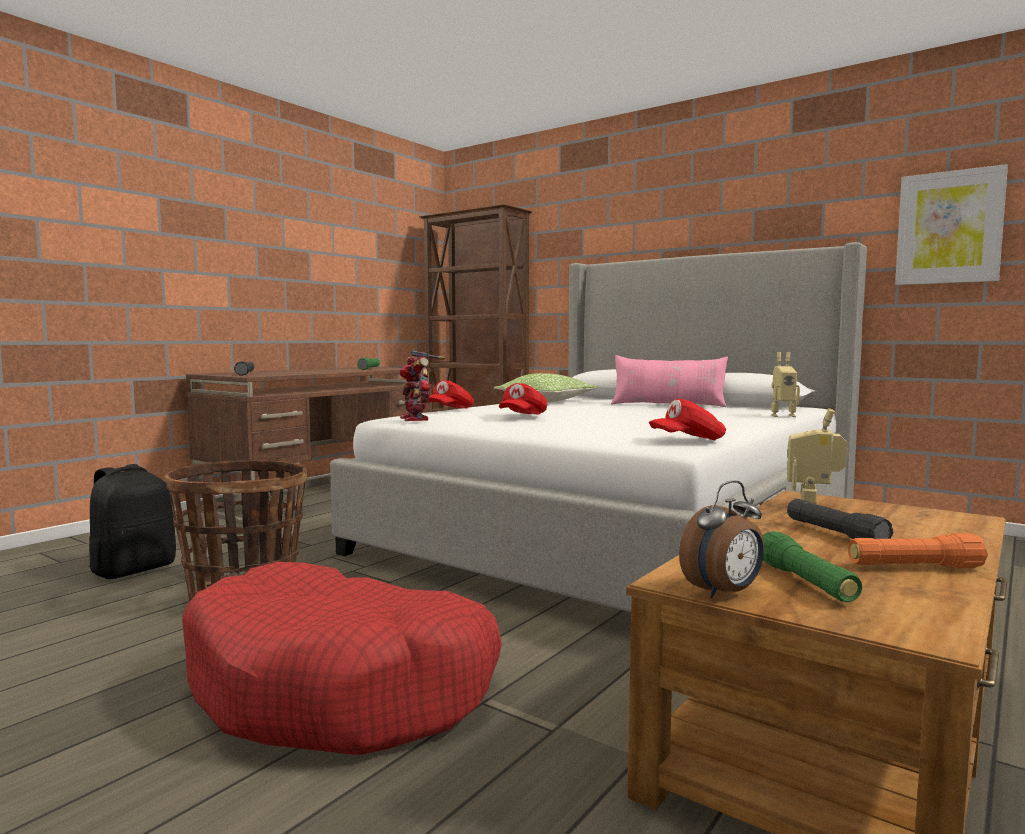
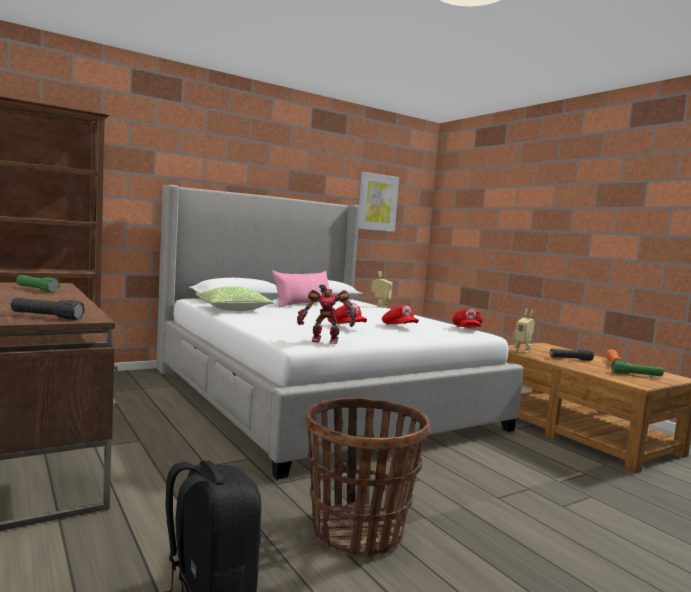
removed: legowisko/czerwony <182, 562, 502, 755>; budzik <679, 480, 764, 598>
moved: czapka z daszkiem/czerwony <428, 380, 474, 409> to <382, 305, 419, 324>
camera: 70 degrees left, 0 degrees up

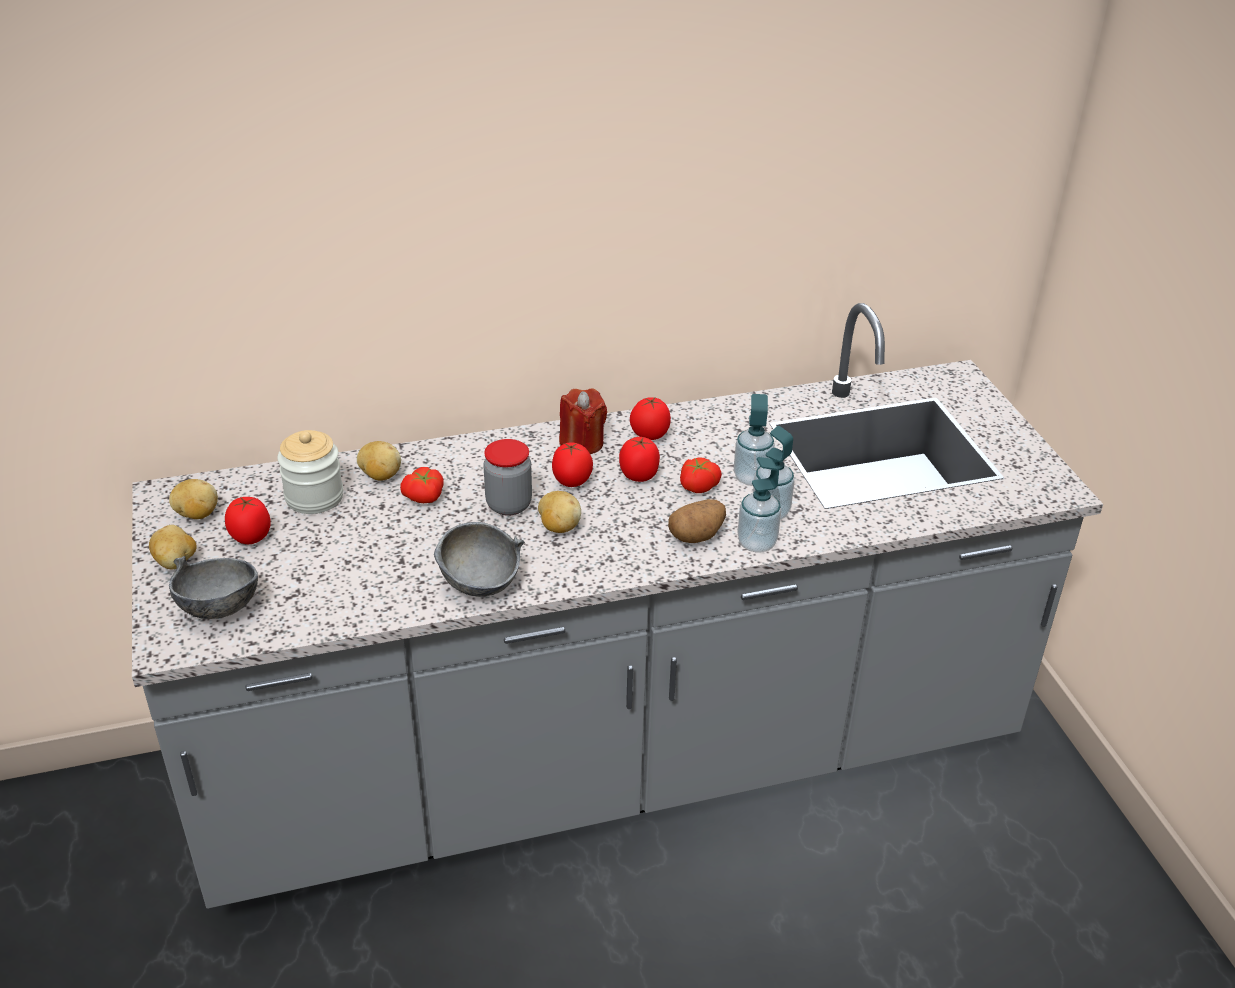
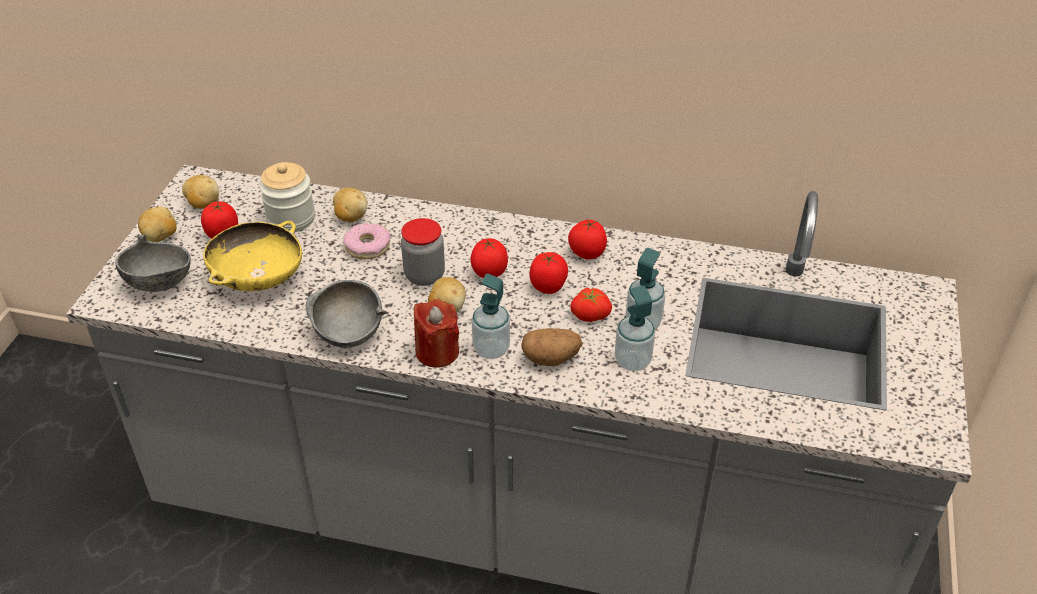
added: miska/żółty <203, 221, 302, 291>
moved: świeca/czerwony <559, 388, 607, 454> to <414, 299, 459, 368>; dozownik mydła <737, 457, 781, 552> to <472, 273, 510, 359>
replaced: pomidor <400, 467, 443, 503> to donut <343, 223, 390, 259>
camera: 30 degrees right, 5 degrees up

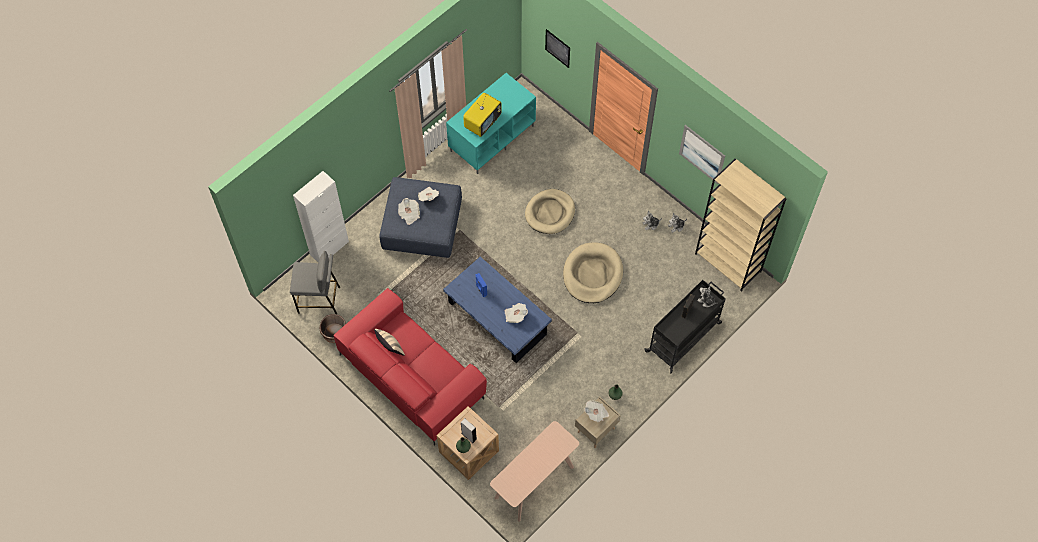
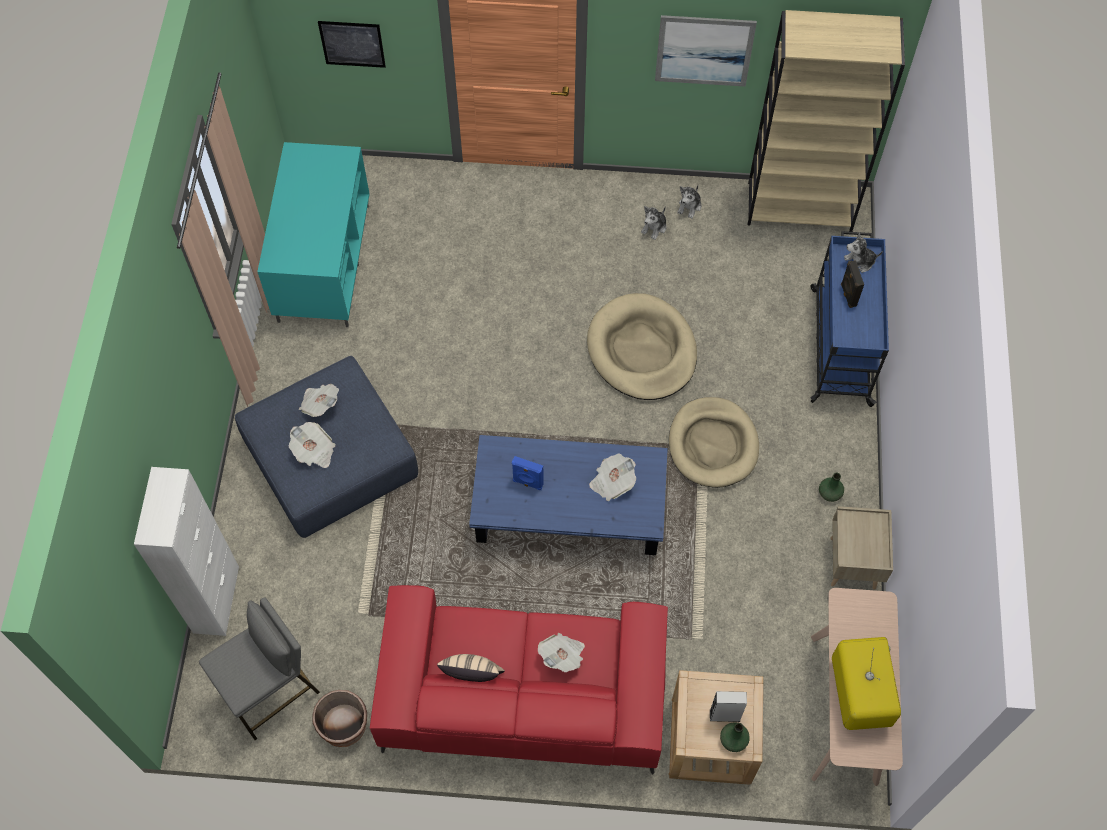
moved: telewizor <463, 93, 502, 137> to <832, 637, 901, 730>; legowisko/beżowy <525, 189, 575, 234> to <669, 397, 759, 488>; gazeta <584, 400, 609, 422> to <538, 633, 585, 672>
recoloured: wózek/czarny <644, 280, 726, 374> to wózek/niebieski <810, 231, 889, 407>
camera: 40 degrees left, 0 degrees up

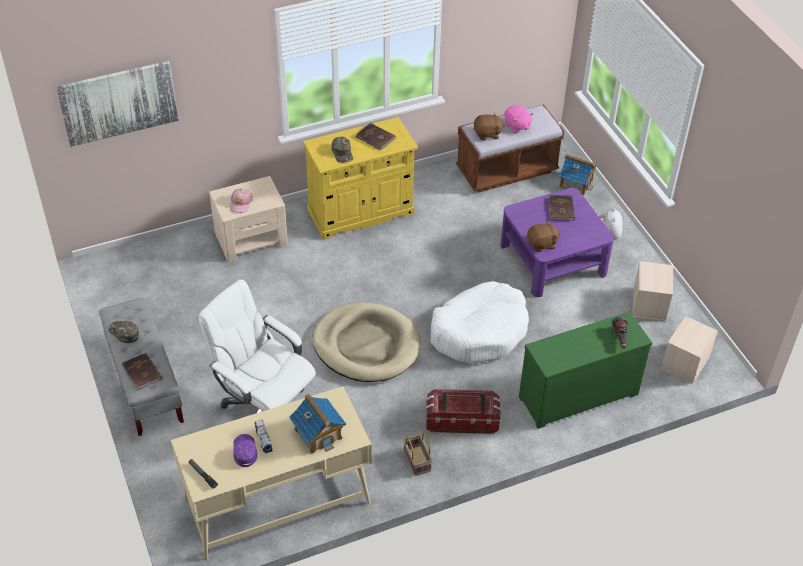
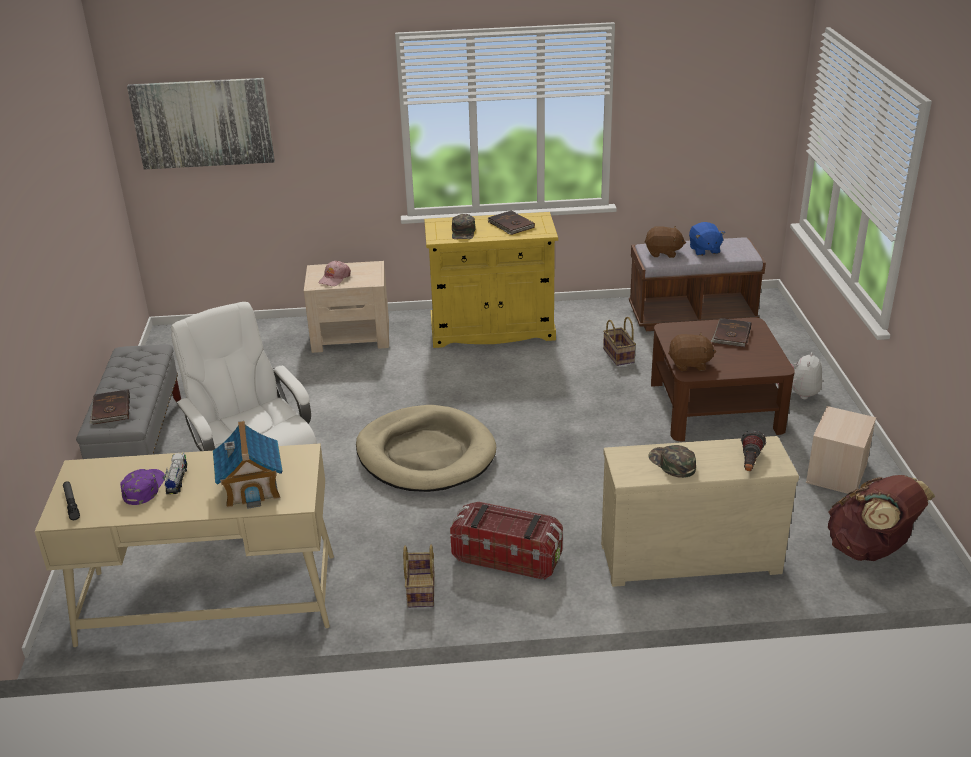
removed: legowisko/biały <431, 281, 529, 363>; domek <559, 154, 597, 195>
added: koszyk <603, 317, 636, 366>
moved: czapka z daszkiem/zielony <108, 321, 139, 343> to <649, 445, 696, 478>
replaced: pojemnik do przechowywania/beżowy <661, 316, 718, 384> to plecak/brązowy <828, 475, 935, 561>
recoloured: ława/fioletowy <500, 188, 614, 297> to ława/brązowy <651, 317, 795, 441>; pluszak/różowy <504, 105, 533, 133> to pluszak/niebieski <689, 222, 725, 256>; komoda/zielony <519, 312, 652, 429> to komoda/beżowy <601, 436, 799, 587>
camera: 20 degrees right, 15 degrees down

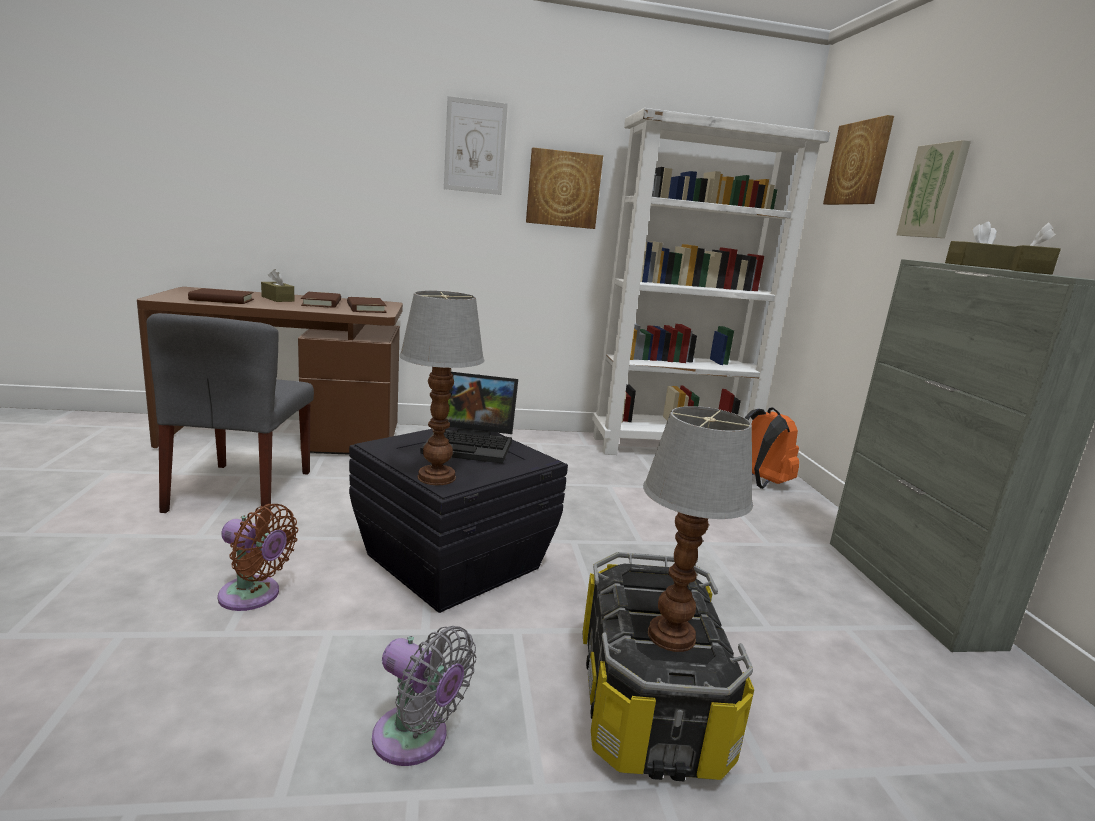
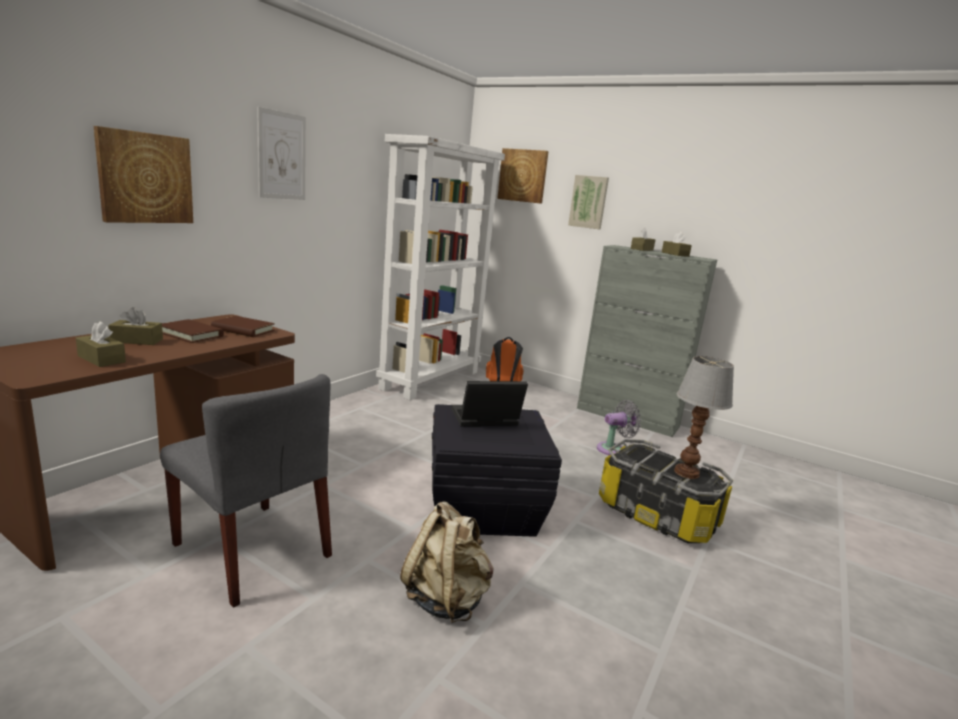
removed: lampa stołowa <399, 291, 484, 485>
moved: wentylator/szary <372, 626, 476, 766> to <597, 400, 641, 455>; obraz <526, 147, 603, 229> to <94, 126, 193, 223>
replaced: książka/brązowy <188, 288, 254, 304> to pudełko chusteczek/brązowy <76, 321, 126, 367>; wentylator/brązowy <217, 504, 298, 611> to plecak/beżowy <400, 502, 493, 623>
turned: laptop <420, 372, 518, 464> = <451, 381, 528, 426> 150 degrees counterclockwise
camera: 50 degrees left, 0 degrees up

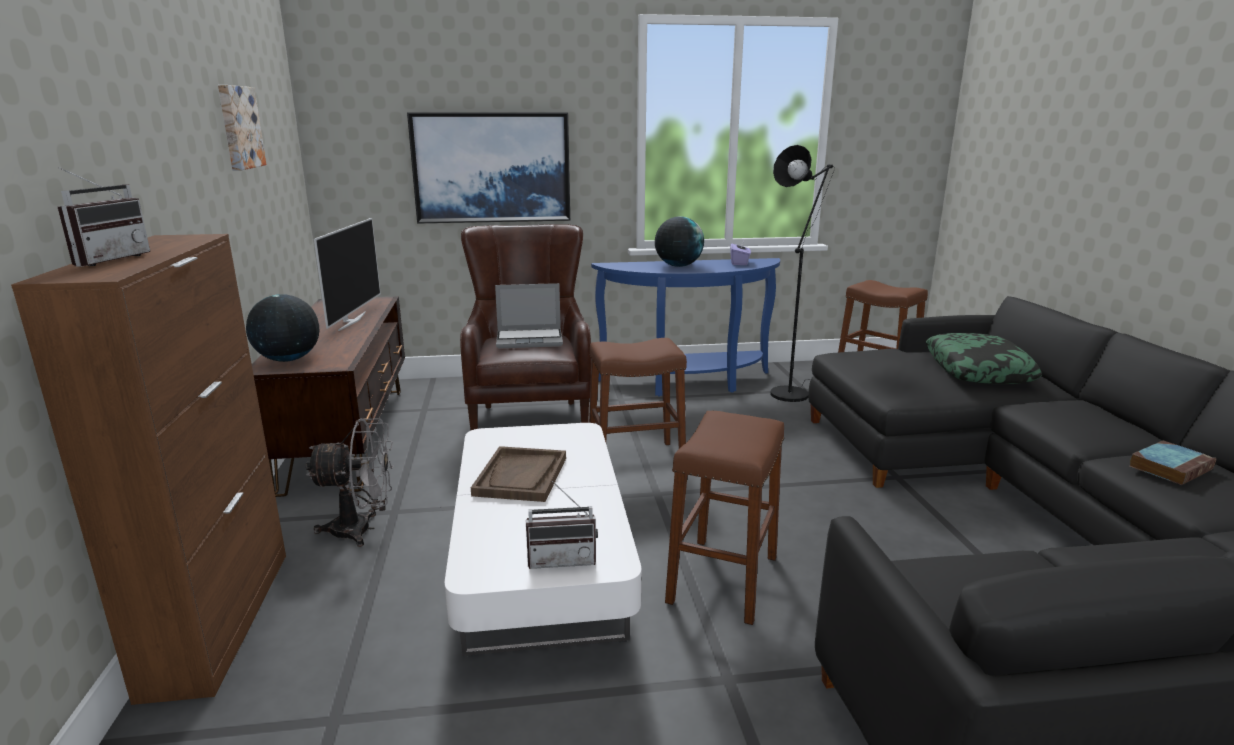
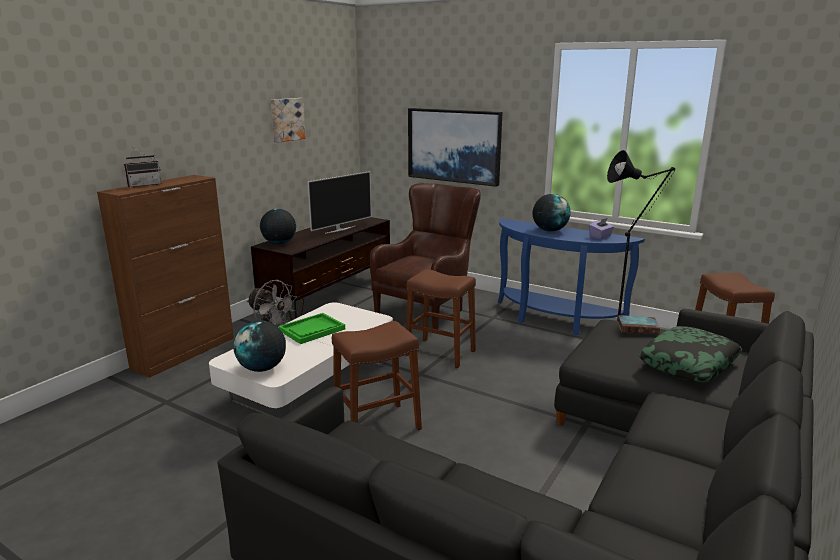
removed: laptop <495, 283, 563, 349>
moved: książka <1130, 441, 1216, 485> to <618, 315, 660, 335>
replaced: radio <526, 481, 598, 569> to globus <233, 320, 286, 372>
recoloured: taca/brązowy <471, 446, 566, 502> to taca/zielony <279, 313, 345, 344>
camera: 40 degrees right, 0 degrees up

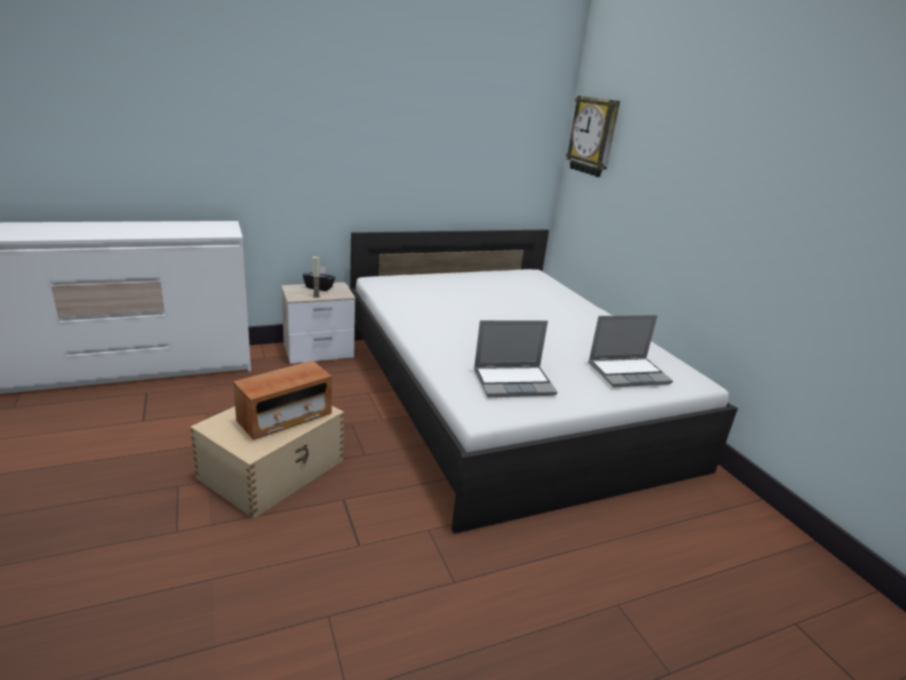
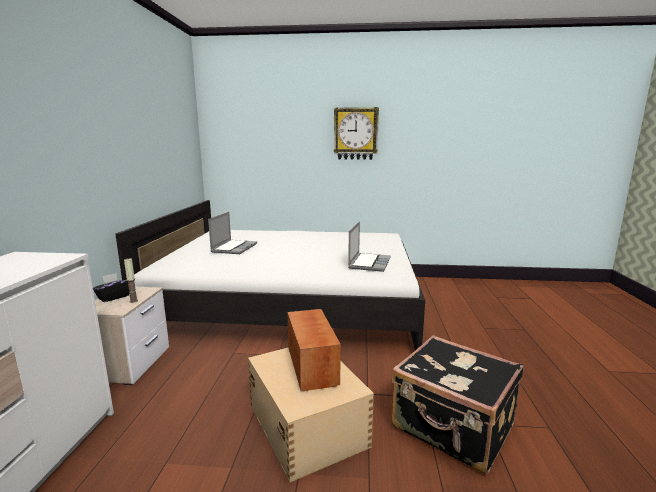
added: walizka/czarny <392, 335, 524, 475>
moved: zegar ścienny <566, 96, 620, 177> to <334, 107, 379, 160>; laptop <588, 315, 673, 387> to <208, 212, 257, 254>
camera: 60 degrees left, 10 degrees down

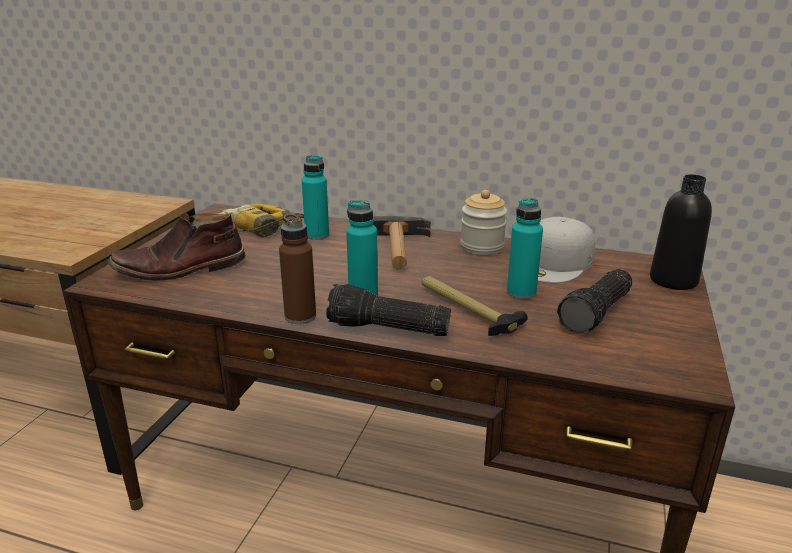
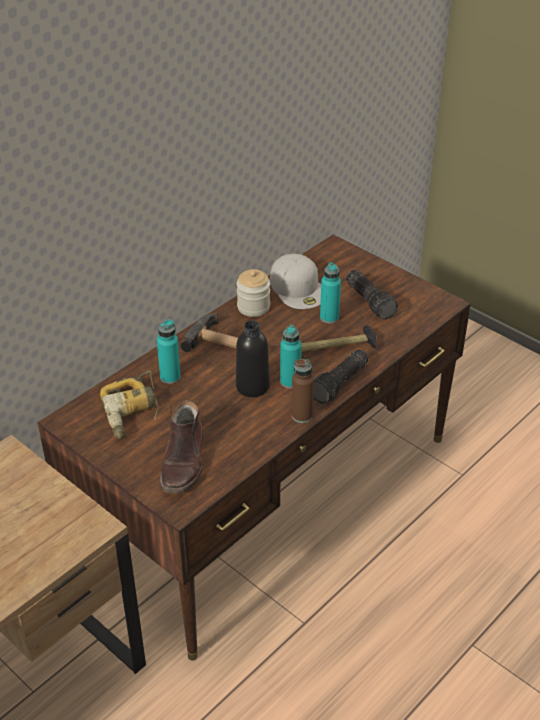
moved: butelka/czarny <650, 174, 712, 290> to <236, 321, 270, 397>
camera: 65 degrees left, 15 degrees up

